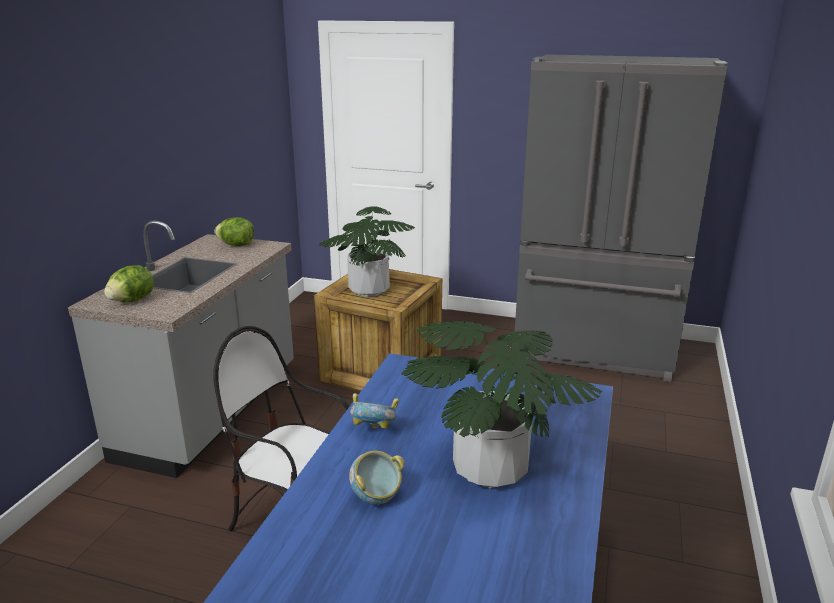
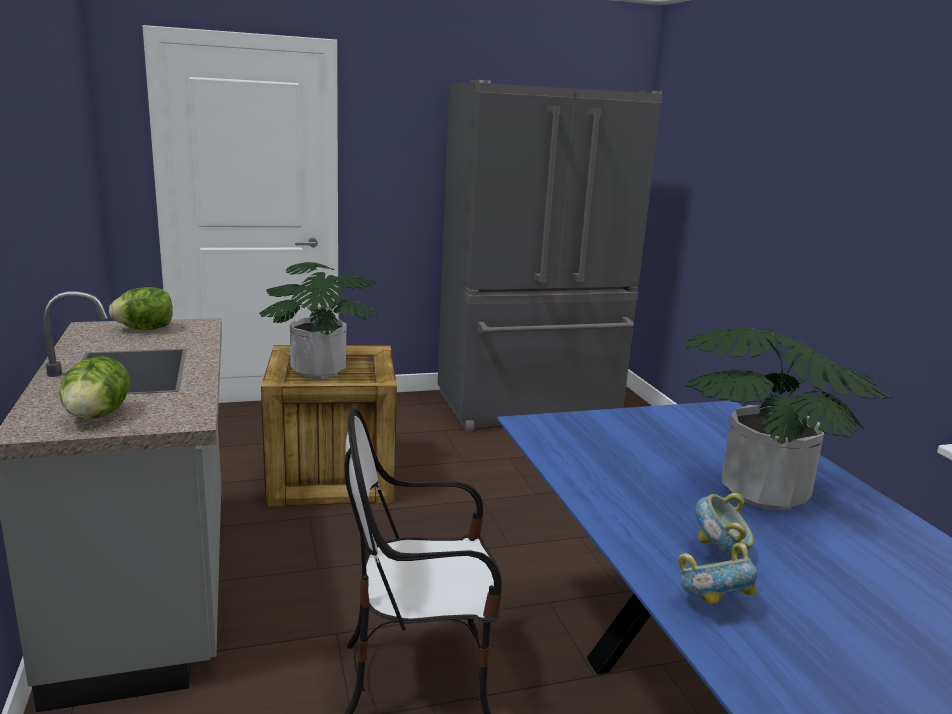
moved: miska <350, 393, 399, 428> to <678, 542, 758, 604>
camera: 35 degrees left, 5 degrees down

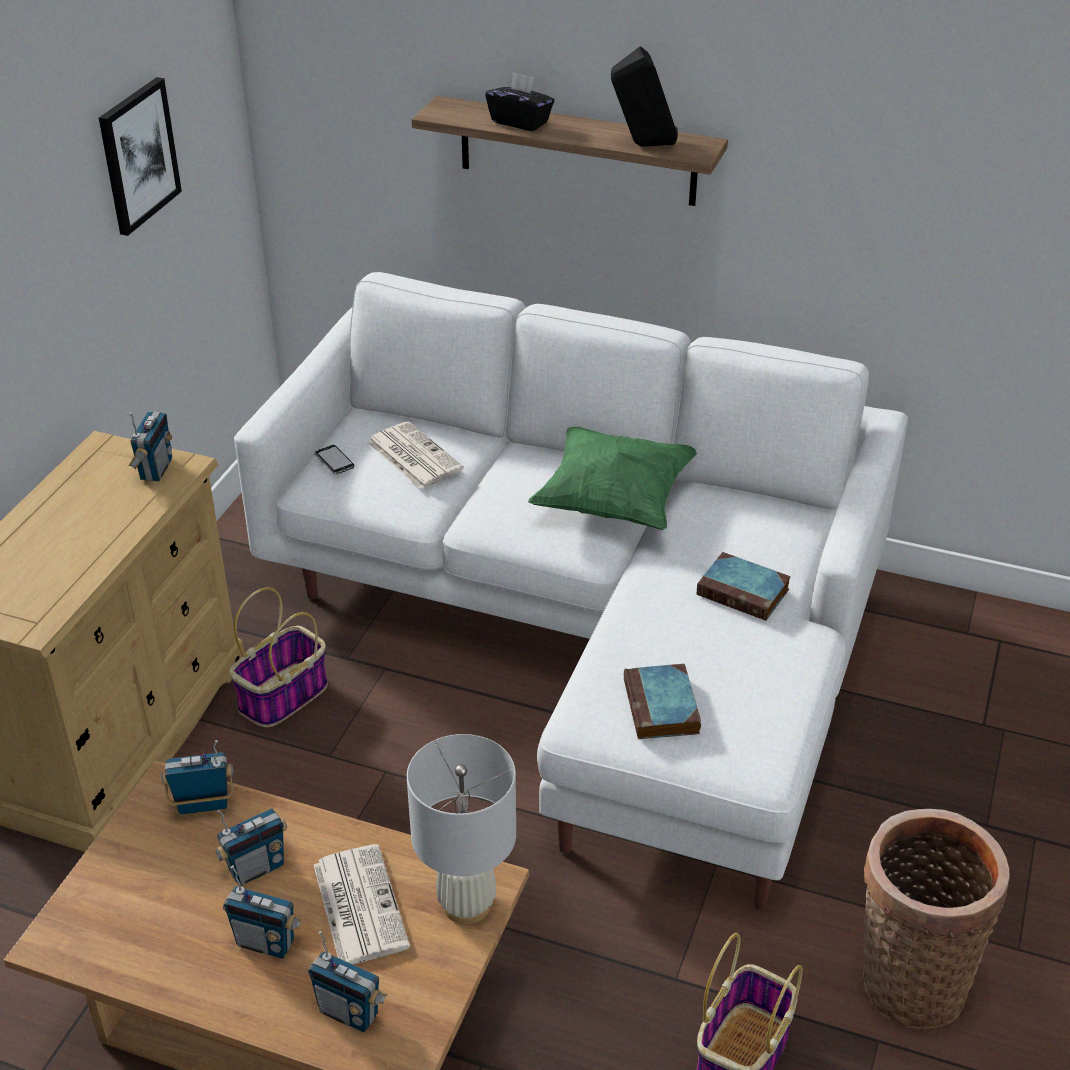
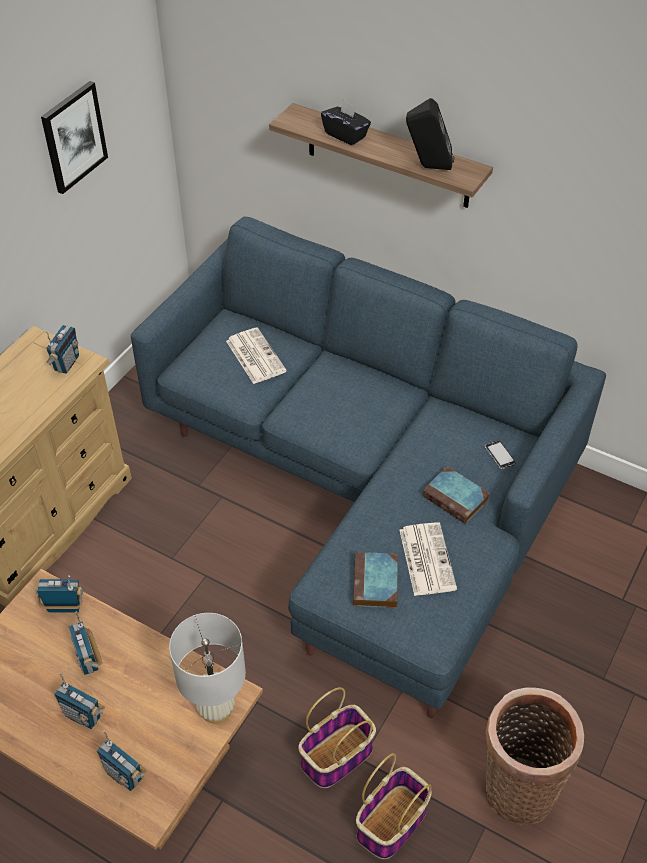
removed: poduszka/zielony <528, 427, 697, 530>
moved: koszyk <229, 587, 328, 728> to <298, 687, 376, 788>; gazeta <313, 844, 410, 964> to <399, 522, 457, 596>; telefon <314, 445, 354, 474> to <485, 440, 516, 469>
recoloured: kanapa/biały <234, 272, 908, 910> to kanapa/niebieski <131, 216, 606, 718>
turned: radio <216, 808, 287, 886> = <68, 611, 102, 675> 90 degrees clockwise
camera: 10 degrees right, 10 degrees up

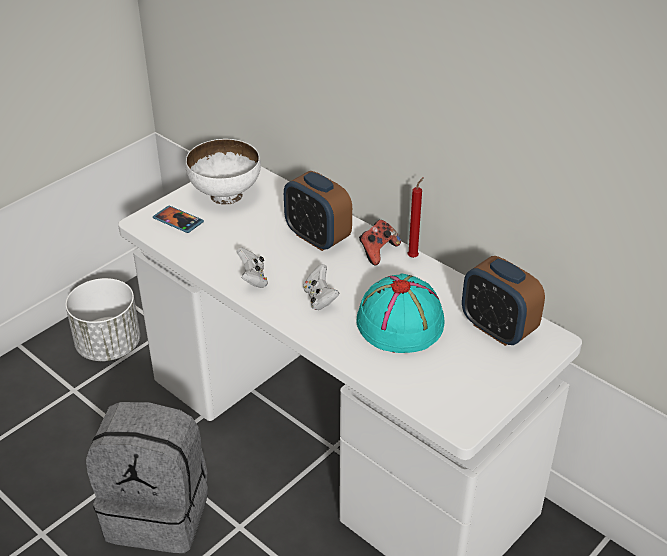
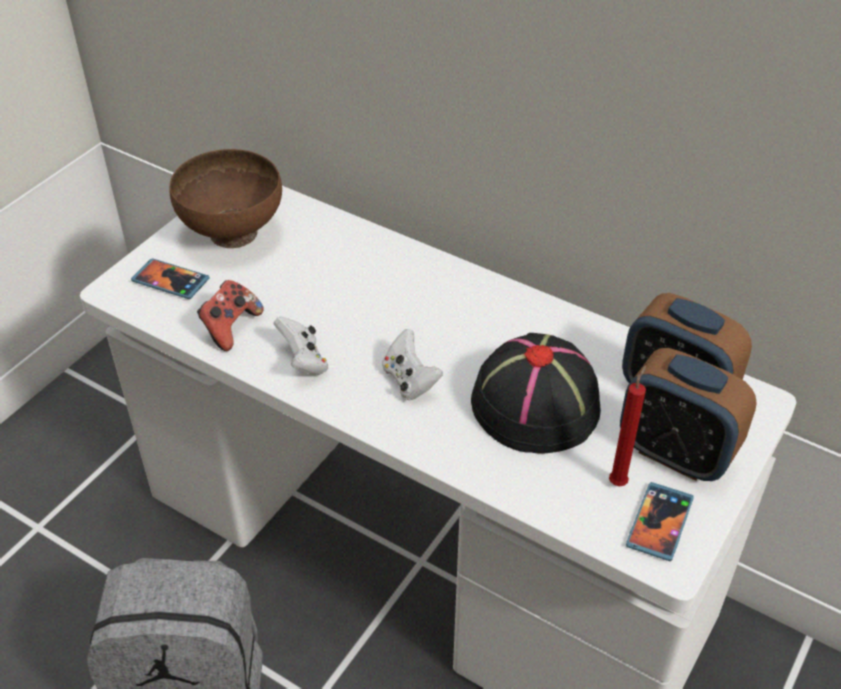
removed: donica/biały <65, 278, 140, 361>
added: telefon <626, 482, 694, 561>
moved: budzik <284, 171, 352, 251> to <620, 348, 757, 481>; pad do gier <359, 220, 401, 265> to <197, 280, 264, 351>; świeca/czerwony <407, 177, 424, 258> to <609, 365, 646, 486>
recoloured: miska/biały <185, 139, 261, 205> to miska/brązowy <169, 149, 282, 248>; kapelusz/turkusowy <356, 273, 445, 353> to kapelusz/czarny <471, 333, 601, 454>
camera: 10 degrees left, 5 degrees up

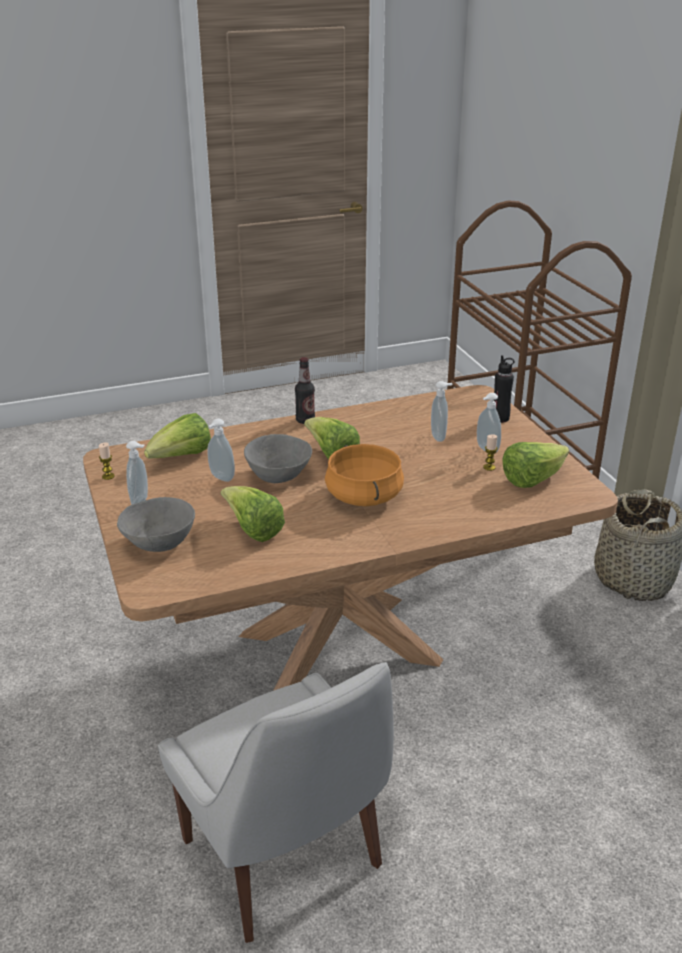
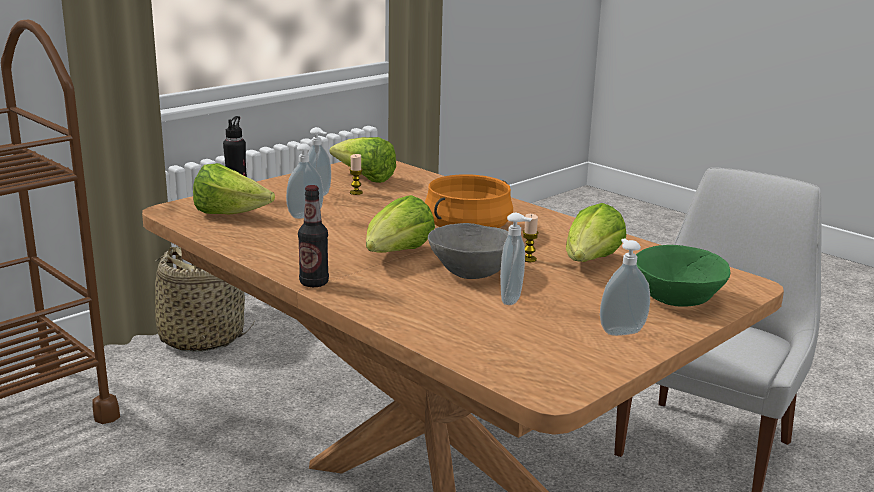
moved: świeca <99, 443, 115, 480> to <523, 214, 539, 262>; sałata <144, 413, 211, 458> to <193, 163, 275, 215>
recoloured: miska/szary <117, 497, 195, 552> to miska/zielony <636, 245, 730, 307>
camera: 115 degrees left, 10 degrees down

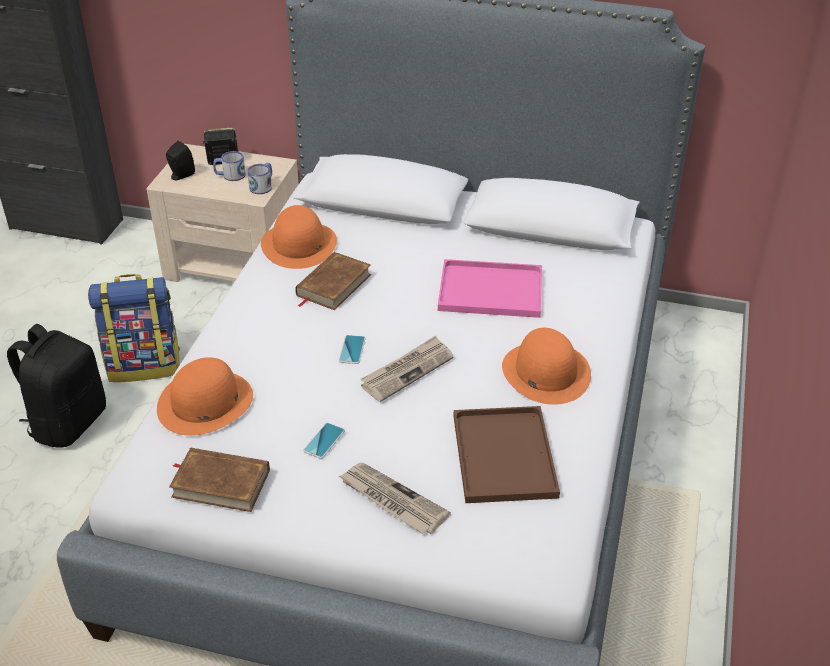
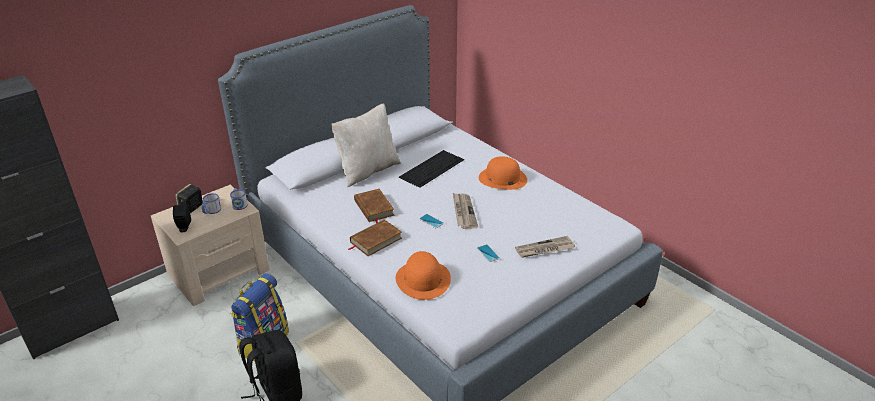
removed: kapelusz/pomarańczowy <261, 205, 337, 269>; taca/brązowy <454, 406, 560, 503>
added: poduszka/beżowy <331, 103, 401, 187>
moved: książka/brązowy <169, 448, 270, 512> to <349, 219, 402, 256>
replaced: taca/różowy <438, 259, 542, 318> to klawiatura <399, 150, 464, 188>
camera: 55 degrees left, 5 degrees down

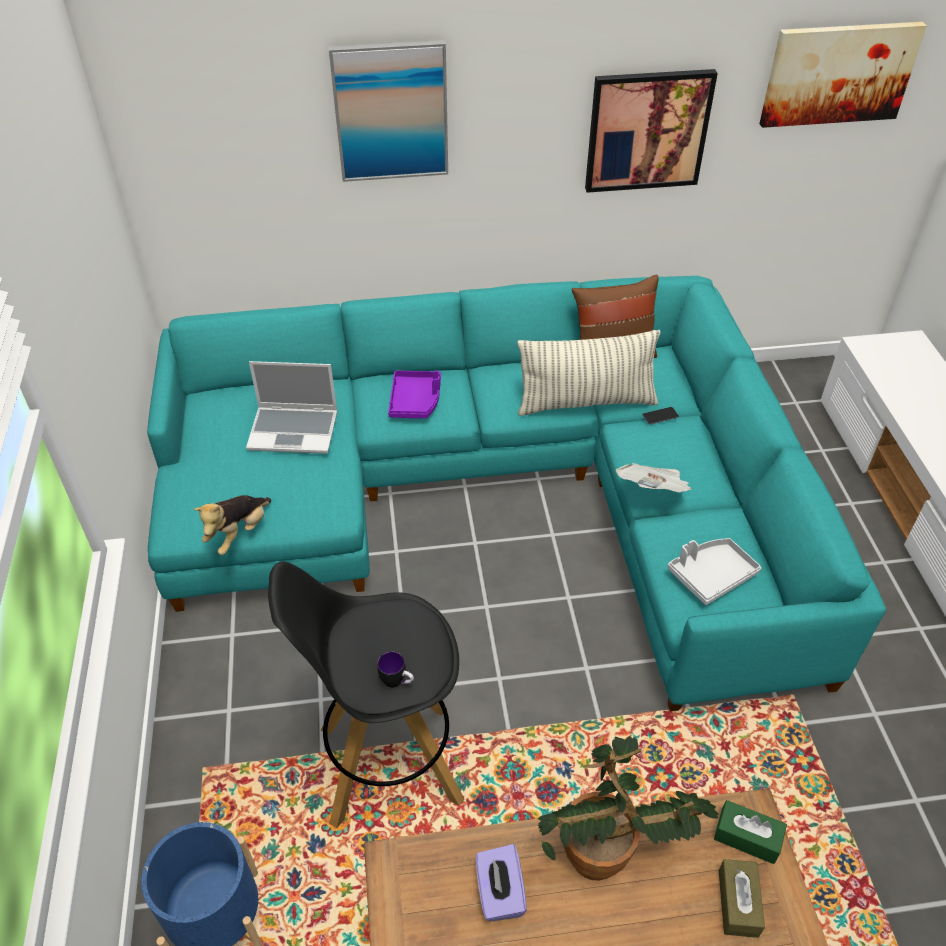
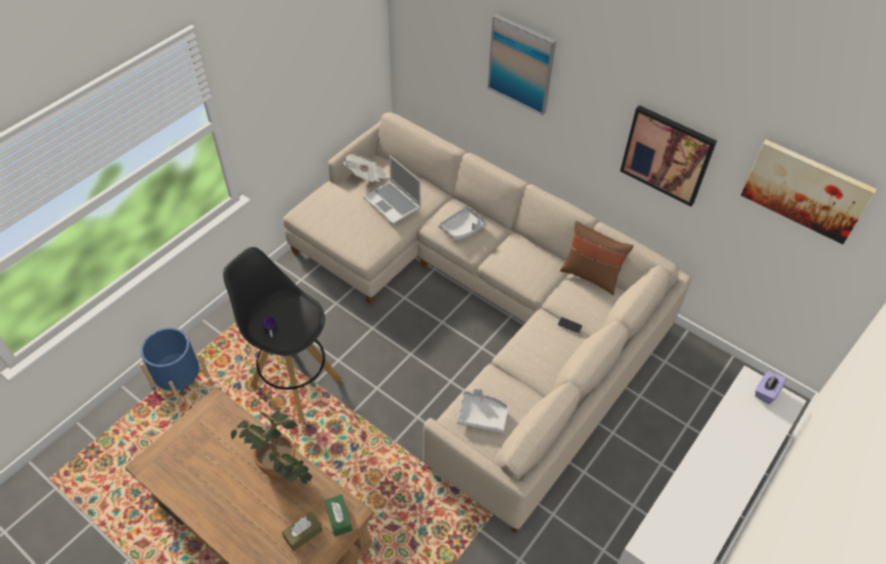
removed: pluszak <194, 495, 271, 555>; poduszka <517, 330, 660, 416>
moved: pudełko chusteczek/fioletowy <476, 844, 527, 922> to <755, 371, 787, 404>; gazeta <616, 463, 692, 492> to <343, 154, 389, 182>
recoloured: kanapa/turkusowy <147, 276, 886, 711> to kanapa/beżowy <283, 112, 691, 533>; taca/fioletowy <388, 370, 441, 418> to taca/szary <438, 206, 487, 240>
camera: 45 degrees right, 5 degrees up

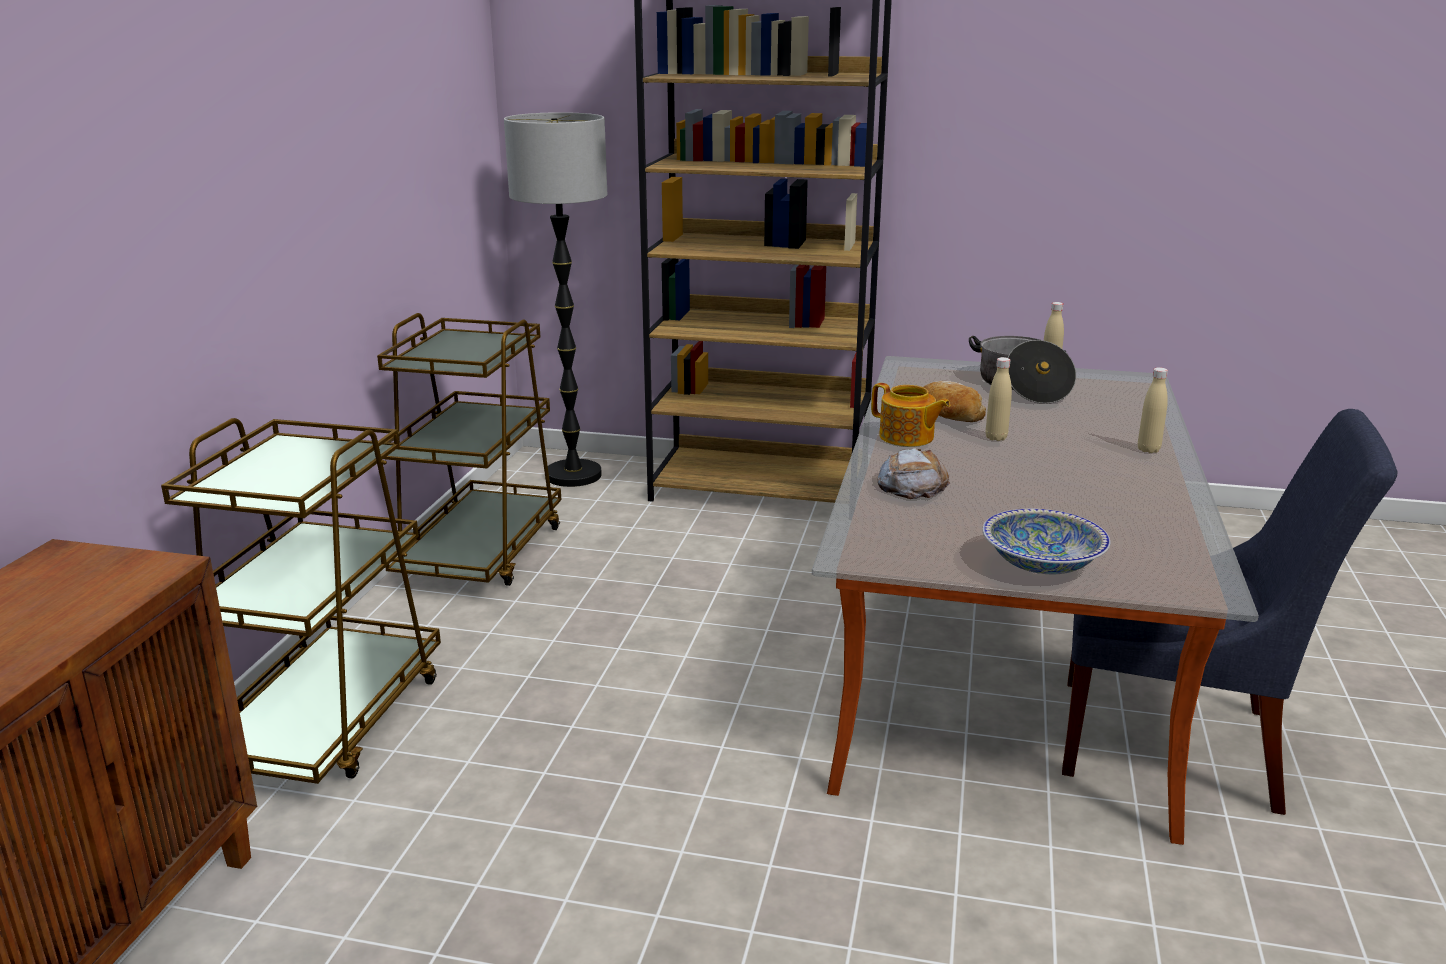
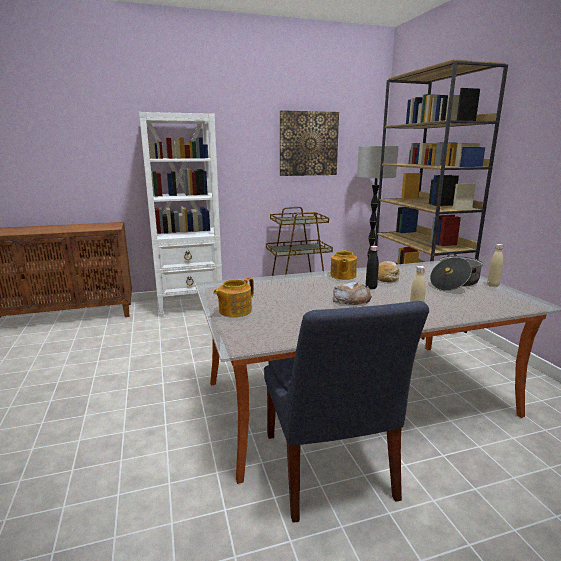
added: obraz <280, 110, 339, 176>
moved: chleb <878, 448, 951, 499> to <333, 281, 372, 305>
replaced: wózek/brązowy <161, 418, 441, 784> to regał/biały <139, 112, 222, 317>; miska <982, 509, 1110, 574> to imbryk <213, 277, 254, 317>
recoloured: butelka/beżowy <986, 357, 1012, 441> to butelka/czarny <366, 246, 379, 289>
camera: 60 degrees right, 5 degrees down

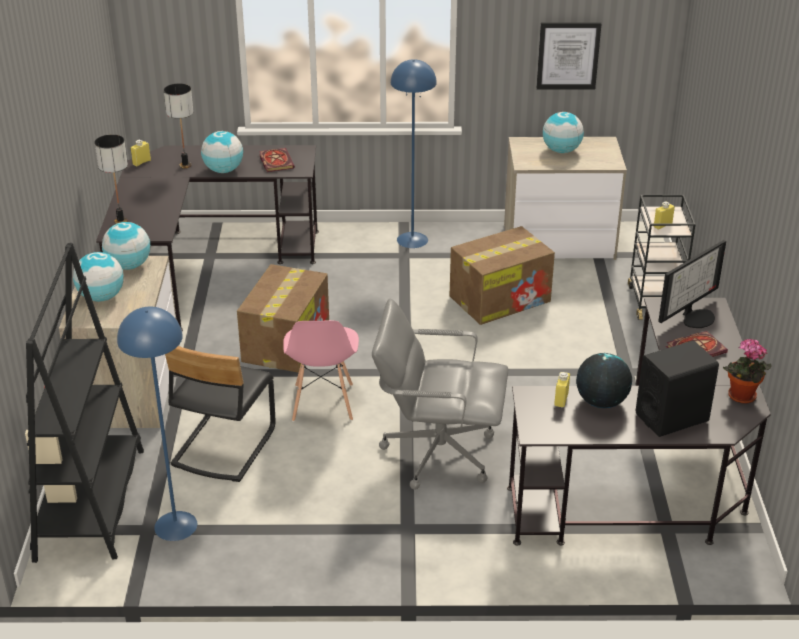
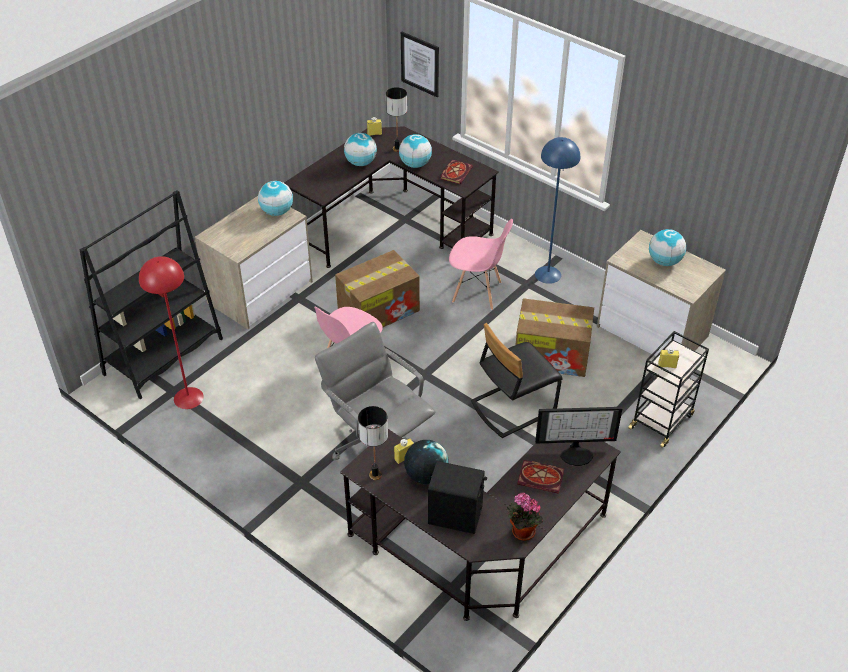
added: krzesło/różowy <449, 219, 513, 310>
moved: globus <73, 252, 124, 302> to <344, 133, 377, 166>; lampa stołowa <94, 135, 128, 224> to <358, 406, 388, 480>; krzesło/czarny <165, 346, 276, 482> to <471, 323, 563, 438>; obraz <537, 23, 601, 89> to <401, 32, 439, 97>
recoloured: lampa stojąca/niebieski <117, 306, 197, 541> to lampa stojąca/czerwony <139, 256, 204, 409>
camera: 40 degrees right, 10 degrees up

